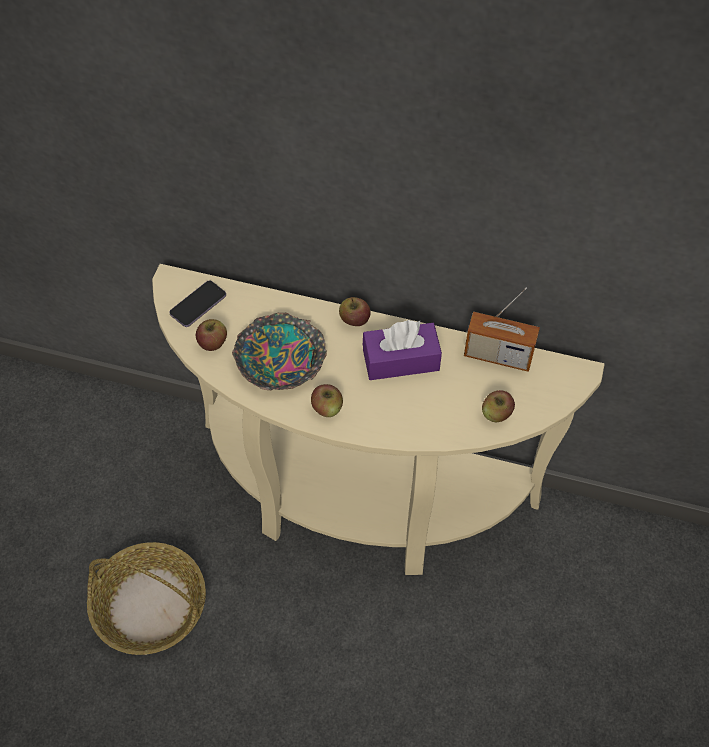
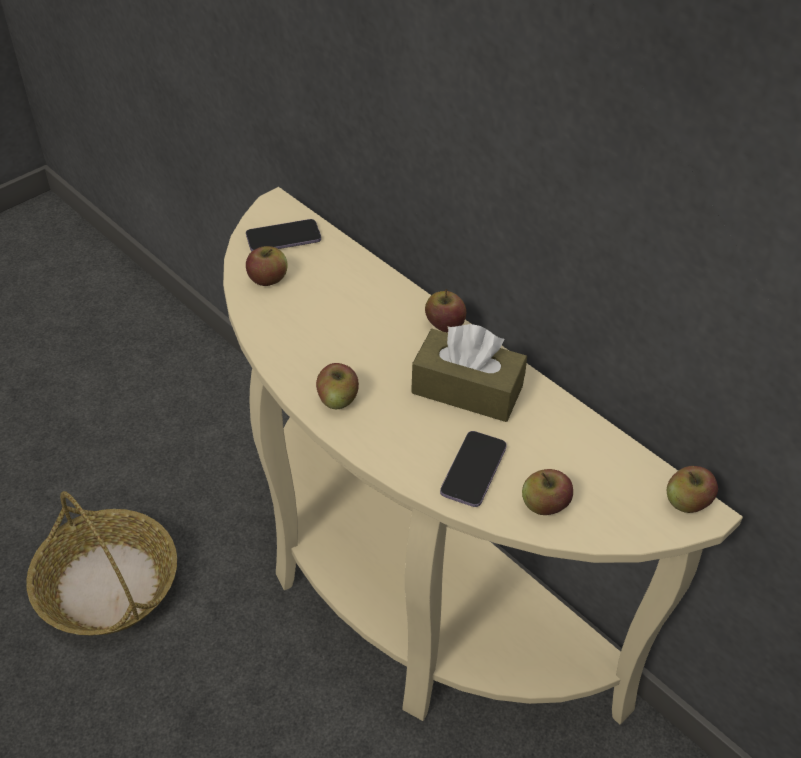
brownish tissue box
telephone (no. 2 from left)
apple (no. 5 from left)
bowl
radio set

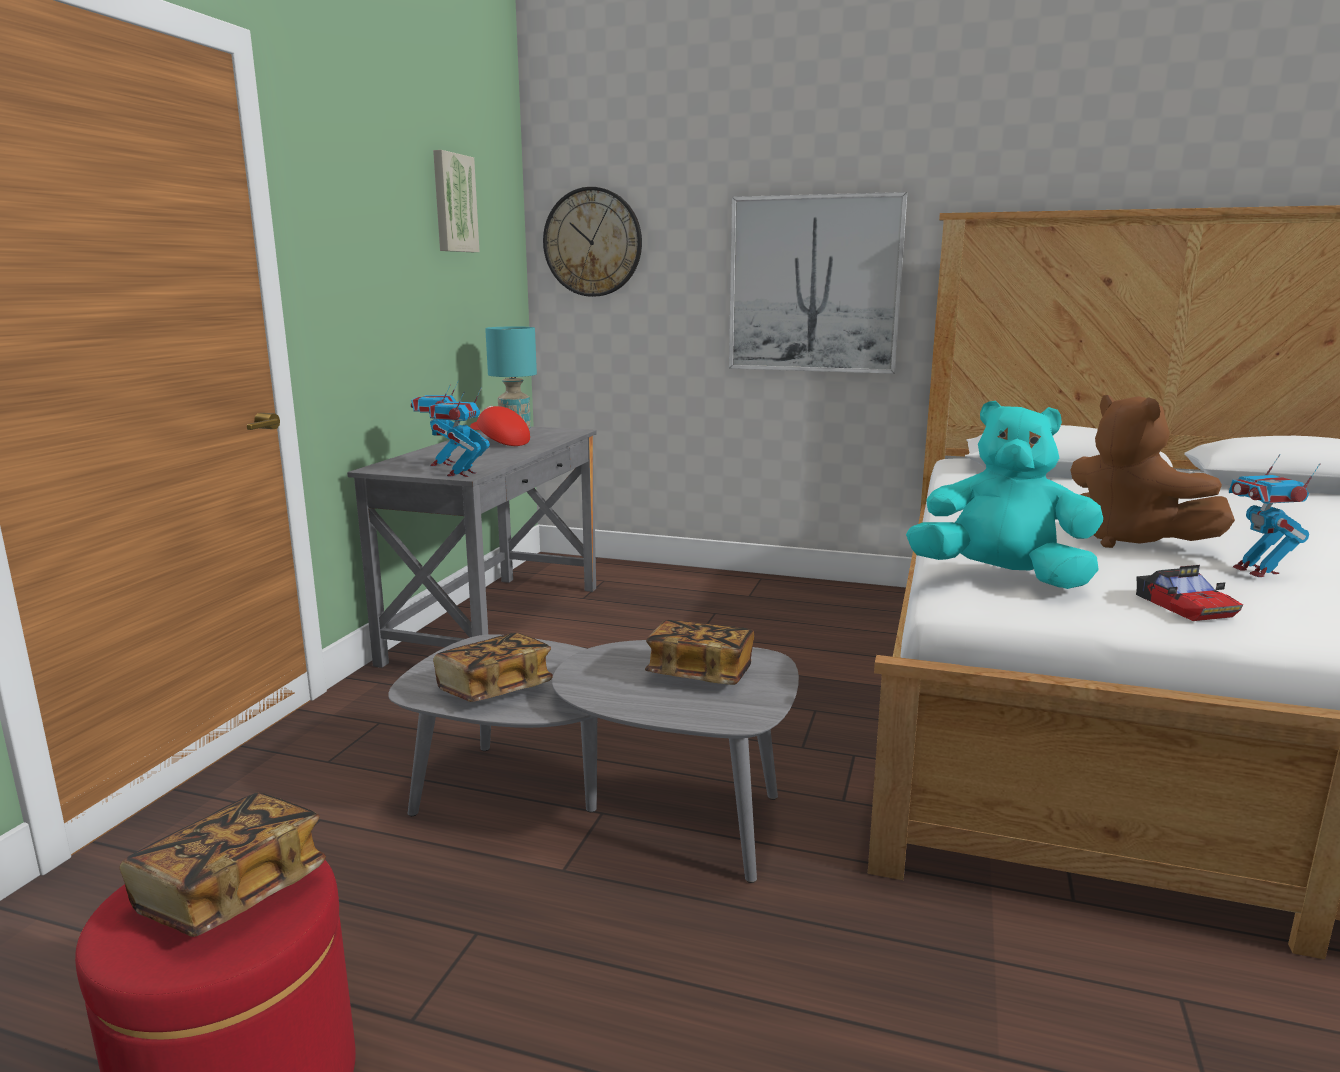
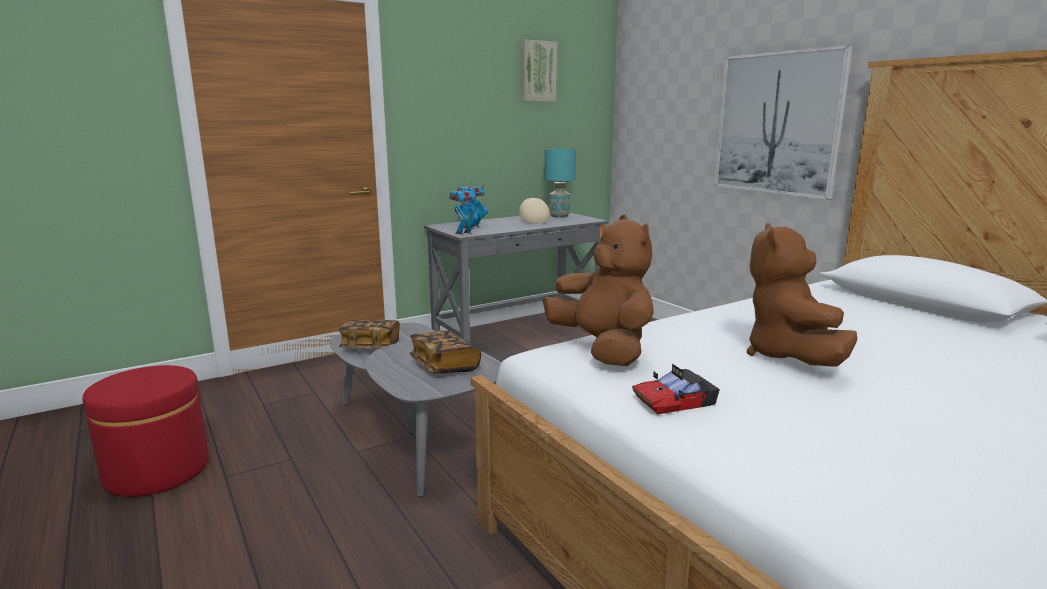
beige-coloured peaked cap
brownish cuddly toy (no. 1 from left)
toy car
book (no. 1 from left in the first image)
clock on the wall
toy robot (no. 3 from left in the first image)

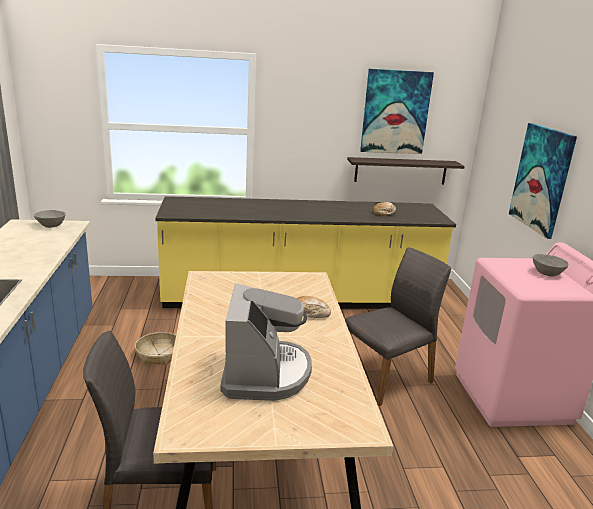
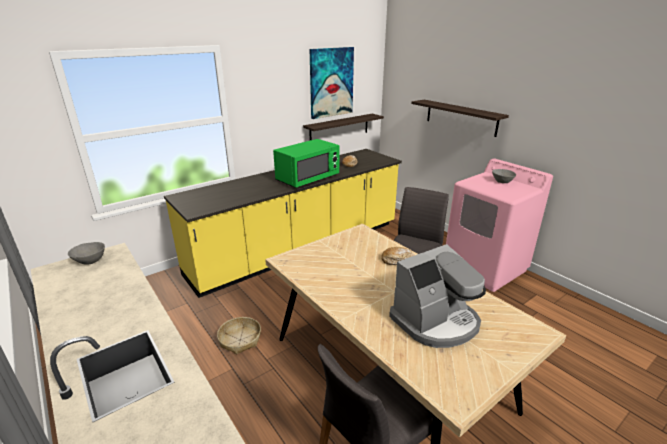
greenish kitchen microwave
coffee machine
wall shelf (no. 2 from left)

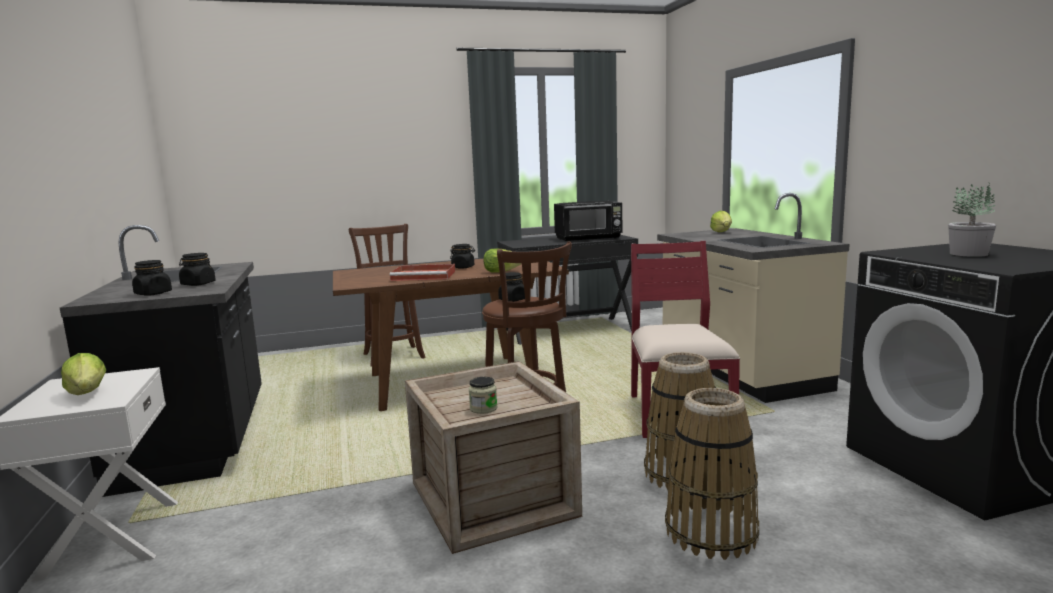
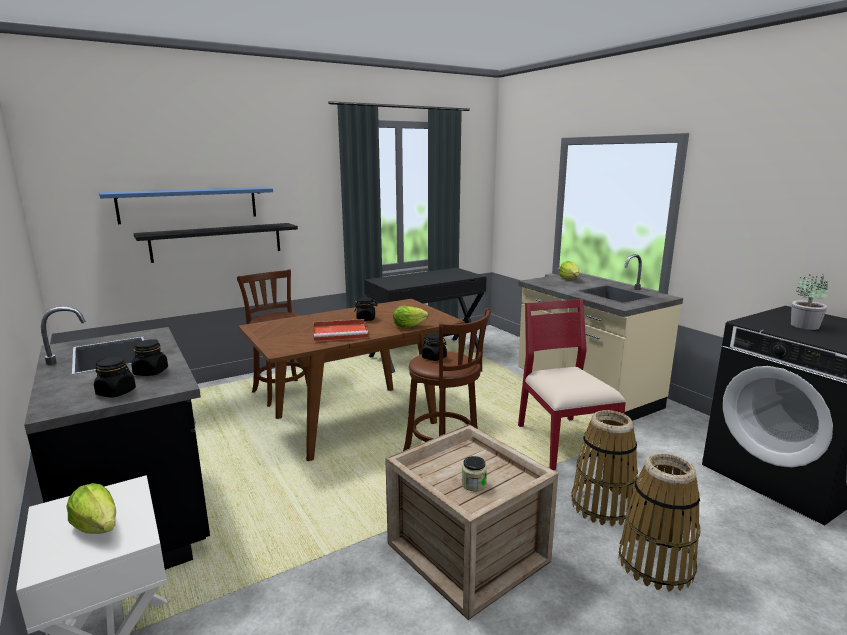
bluish wall shelf
black-coloured wall shelf
black-coloured kitchen microwave

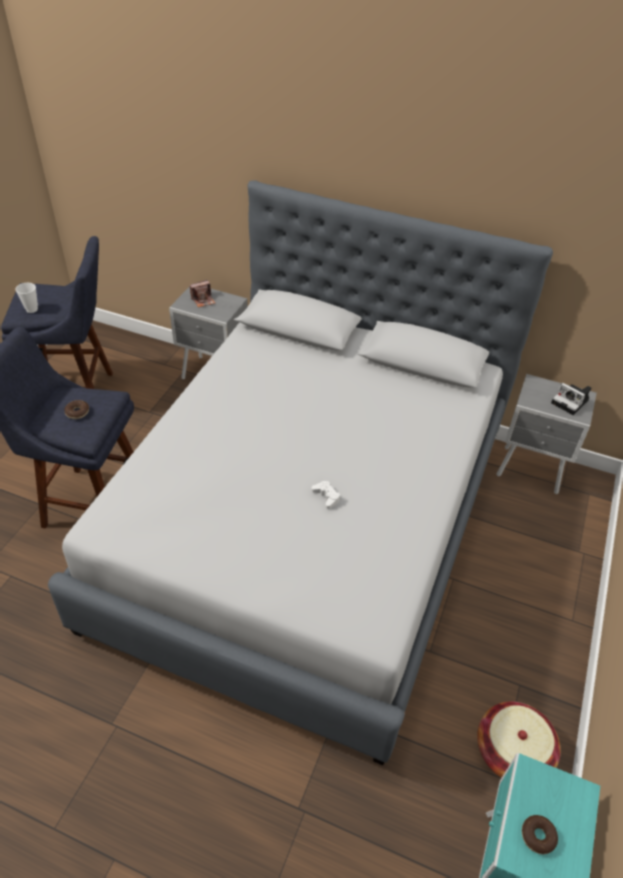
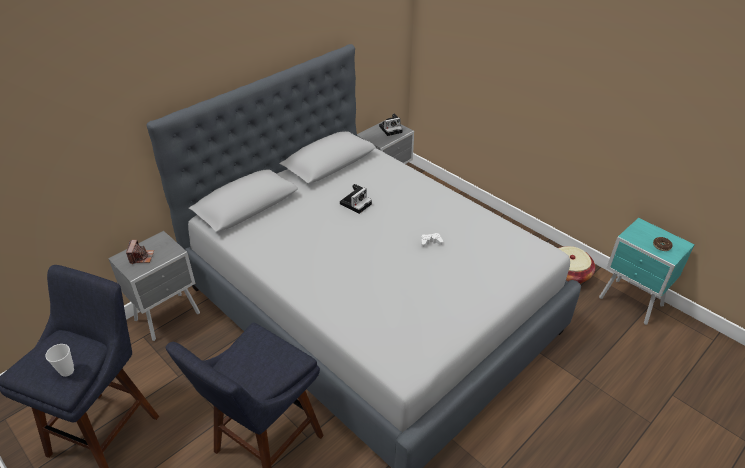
photo camera (no. 2 from left)
doughnut (no. 1 from left in the first image)

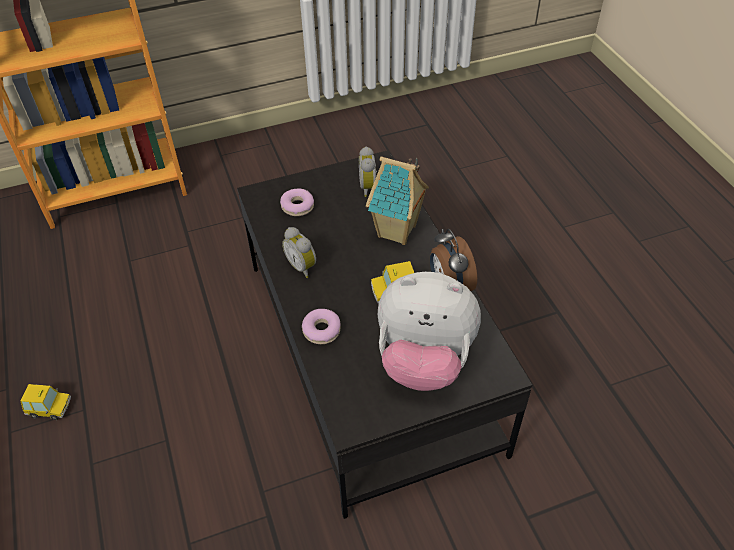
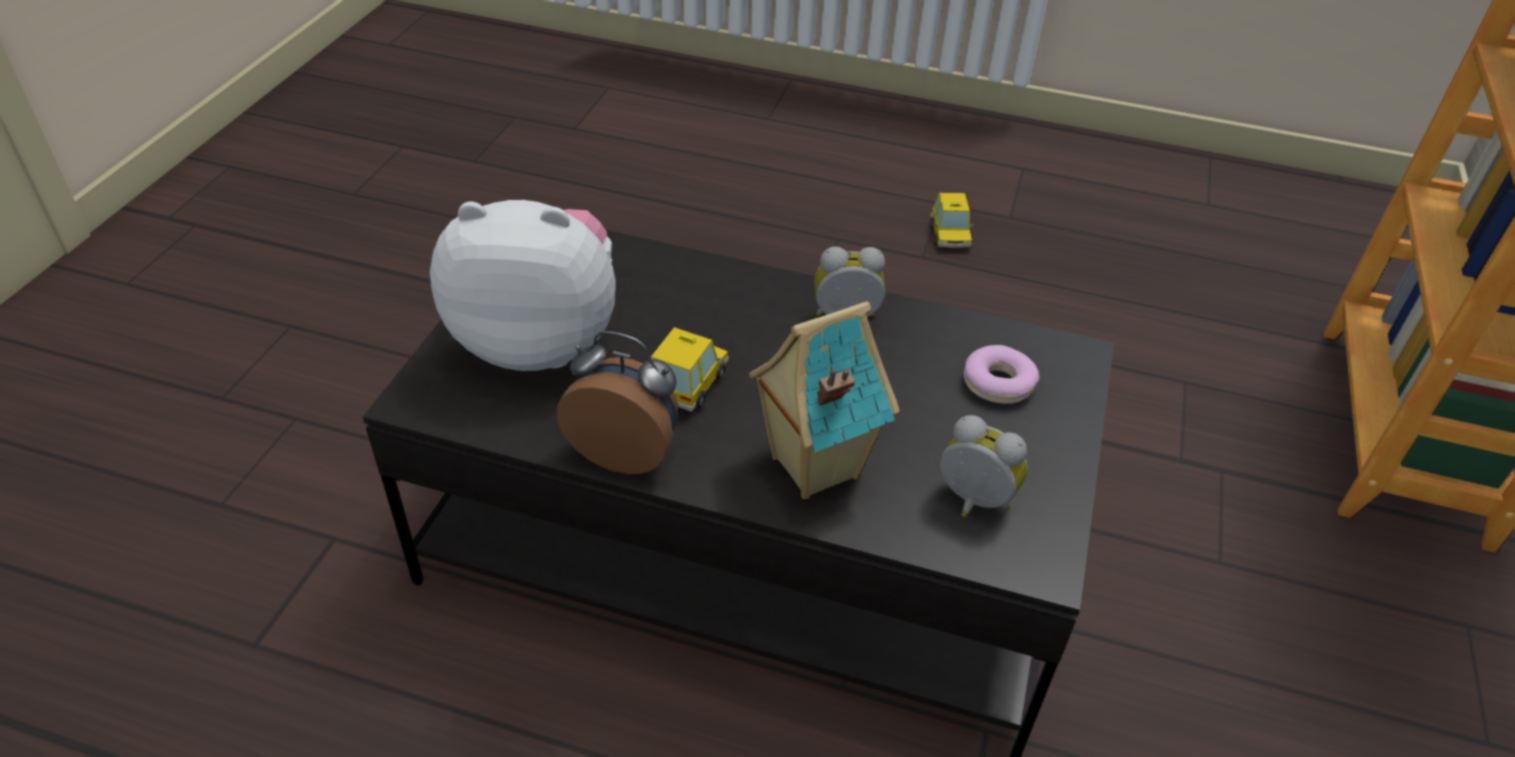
cuddly toy
toy car (no. 2 from left)
doughnut (no. 2 from left in the first image)

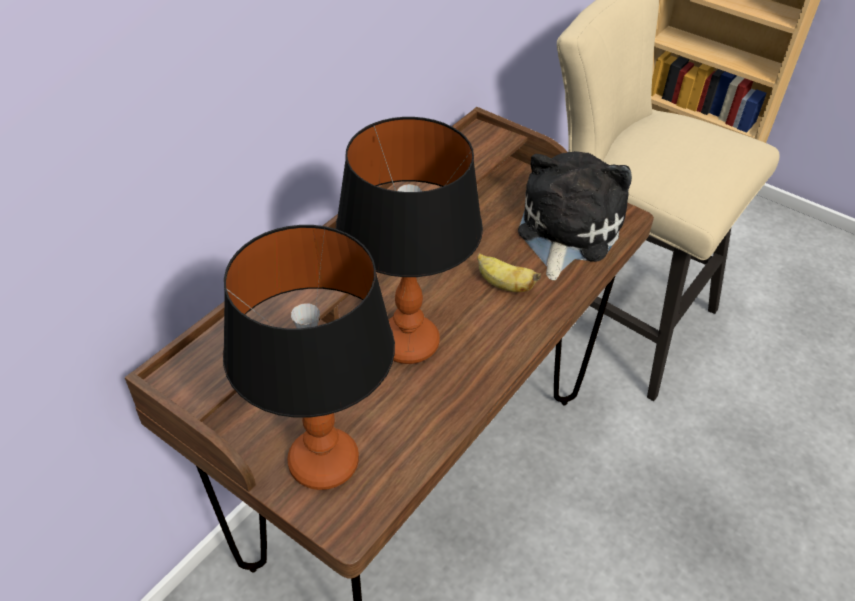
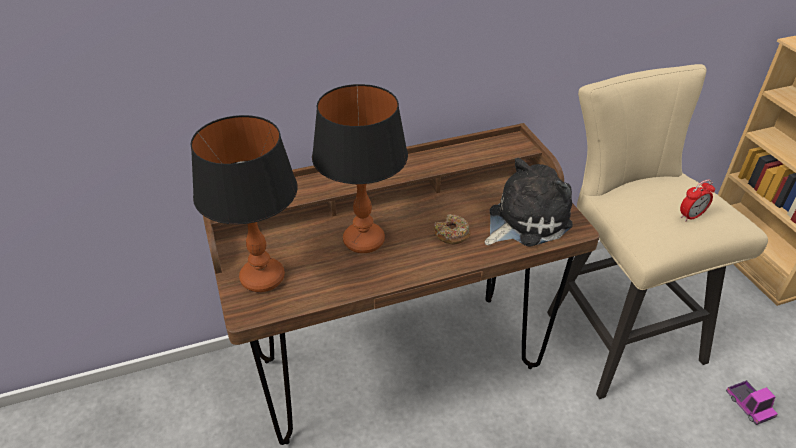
doughnut
table clock
toy lorry

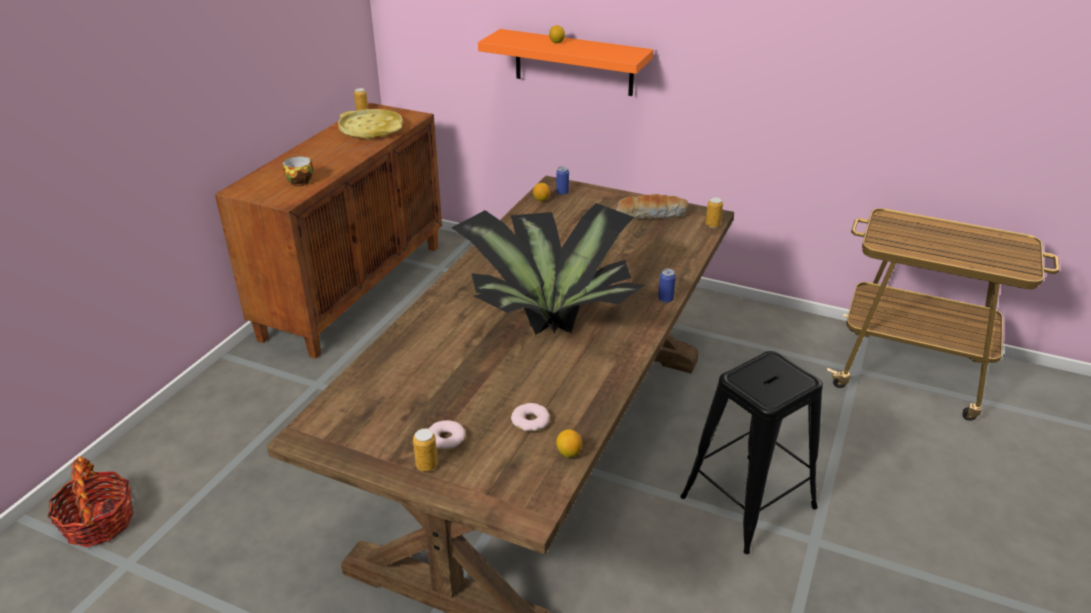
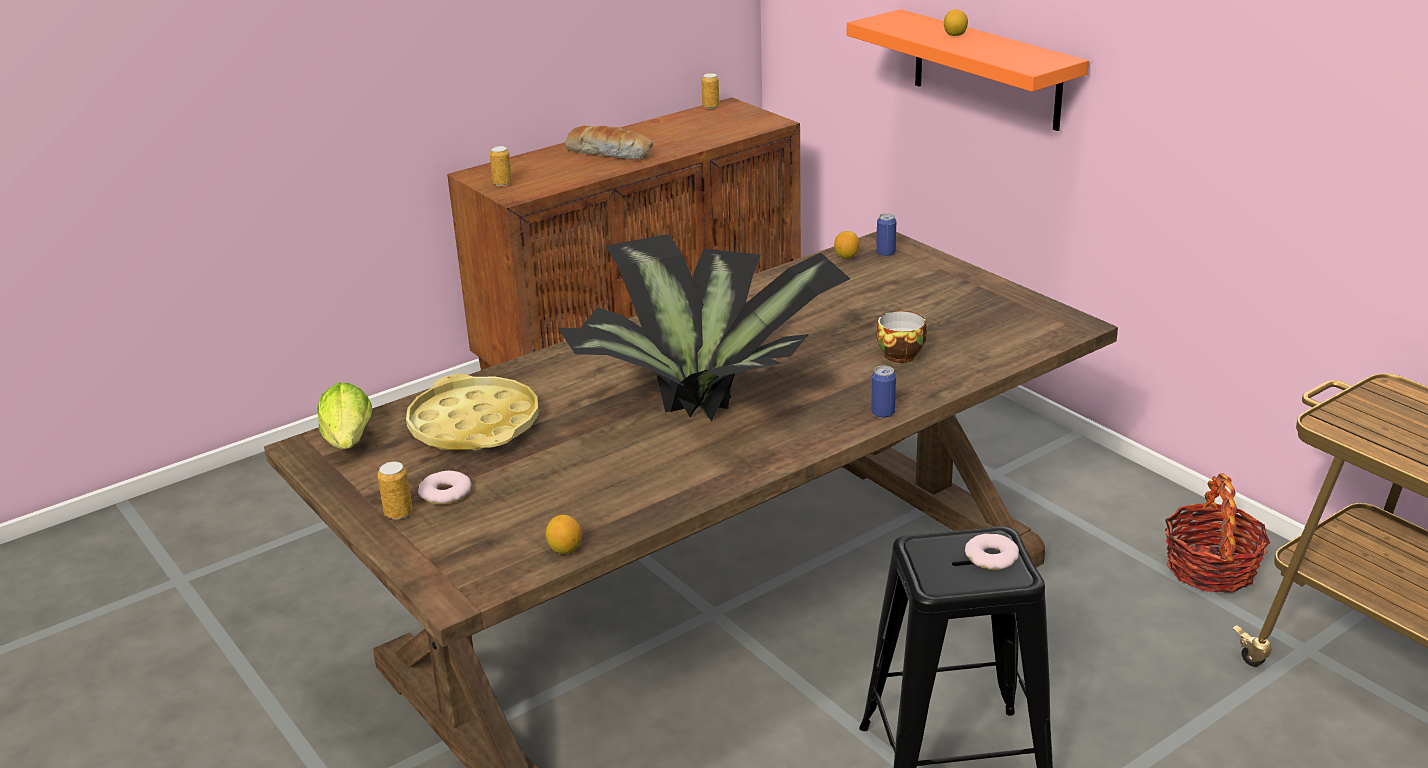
lettuce head
yellowish carrying tray
sealed can (no. 2 from left)
bakery bread
cup
doughnut (no. 2 from left)
household basket

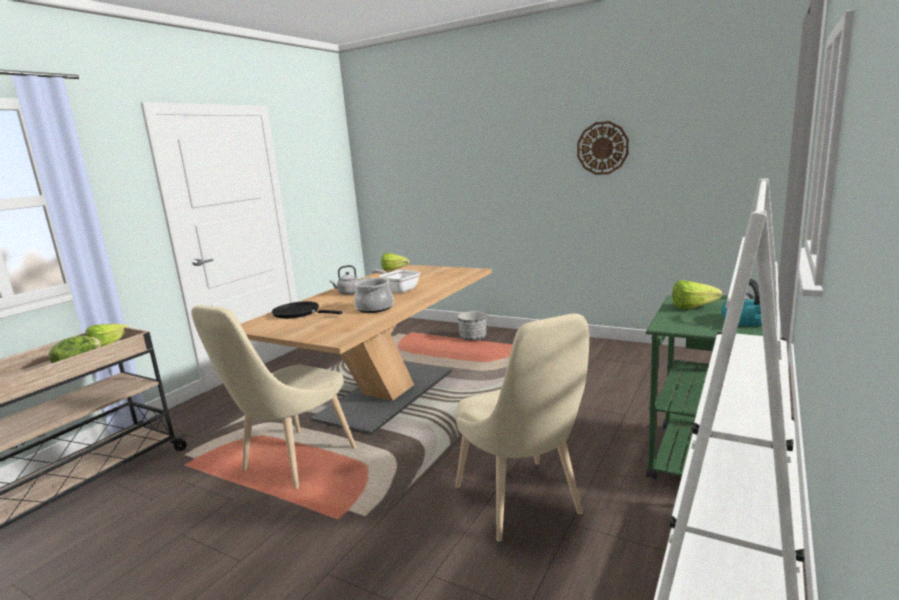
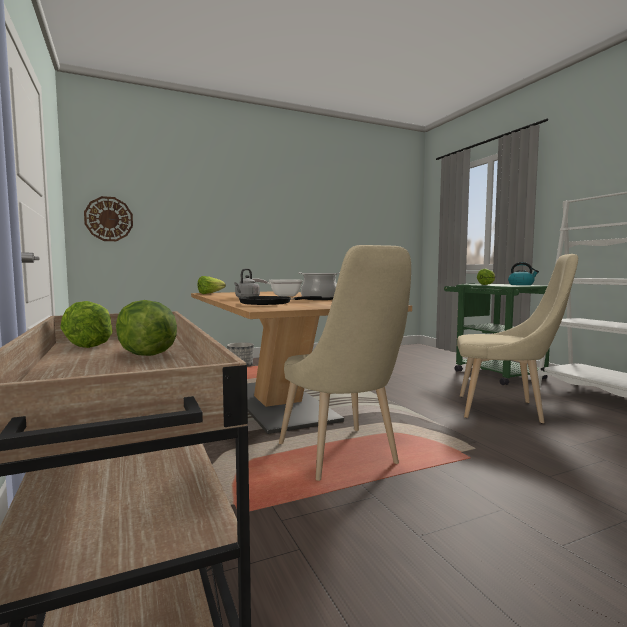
clock on the wall

